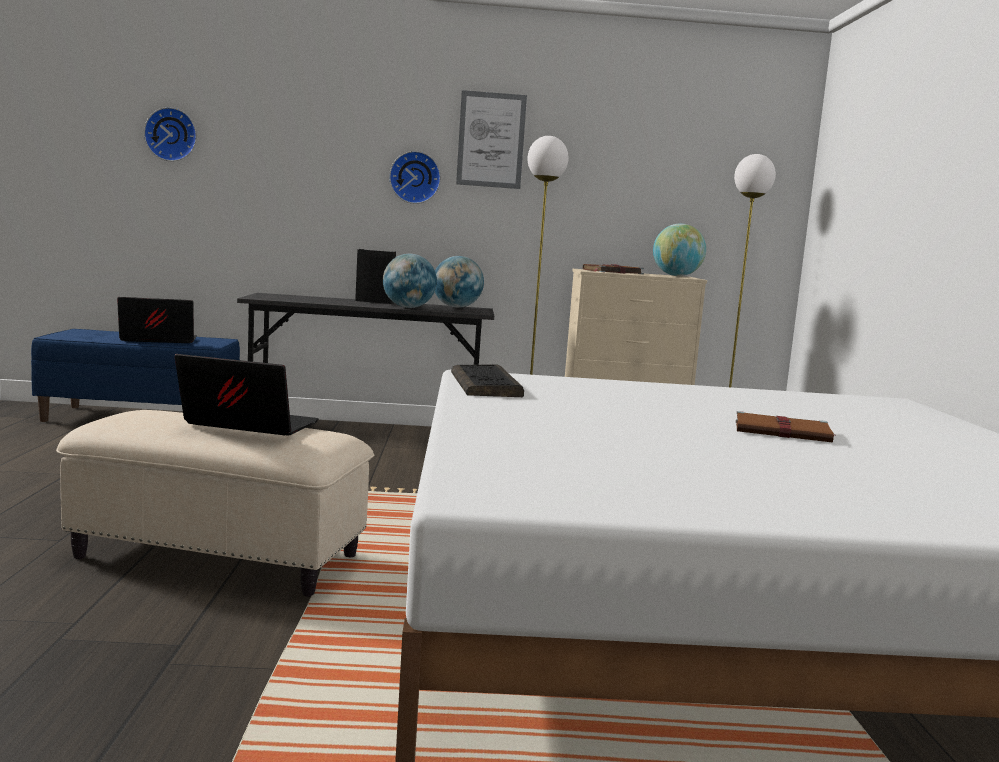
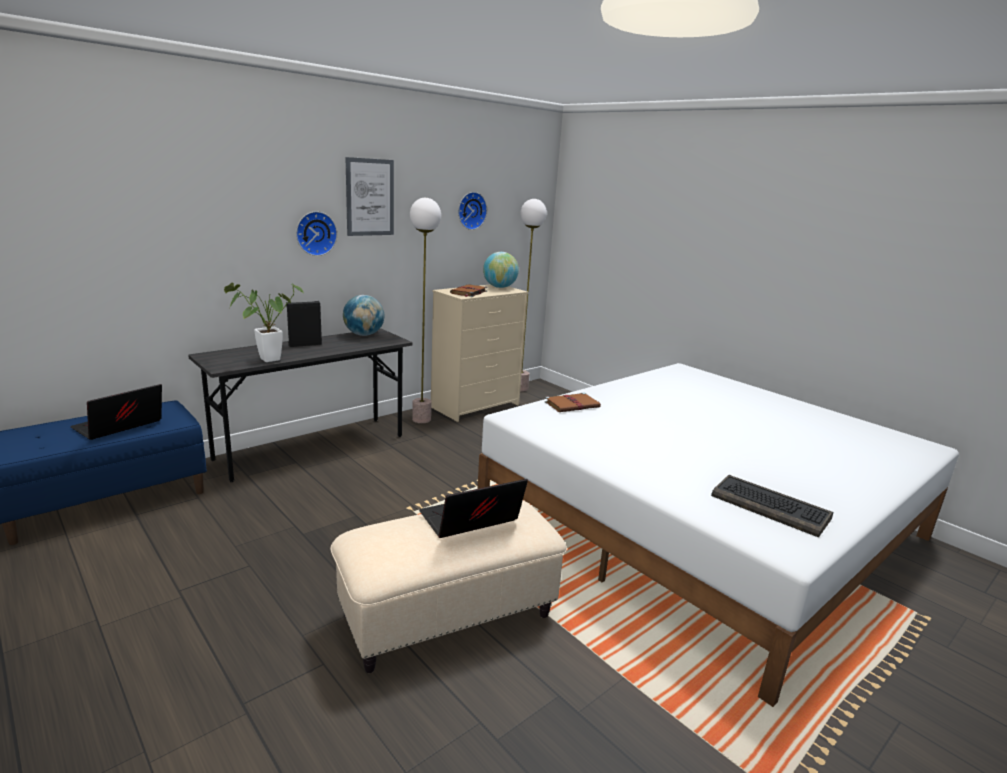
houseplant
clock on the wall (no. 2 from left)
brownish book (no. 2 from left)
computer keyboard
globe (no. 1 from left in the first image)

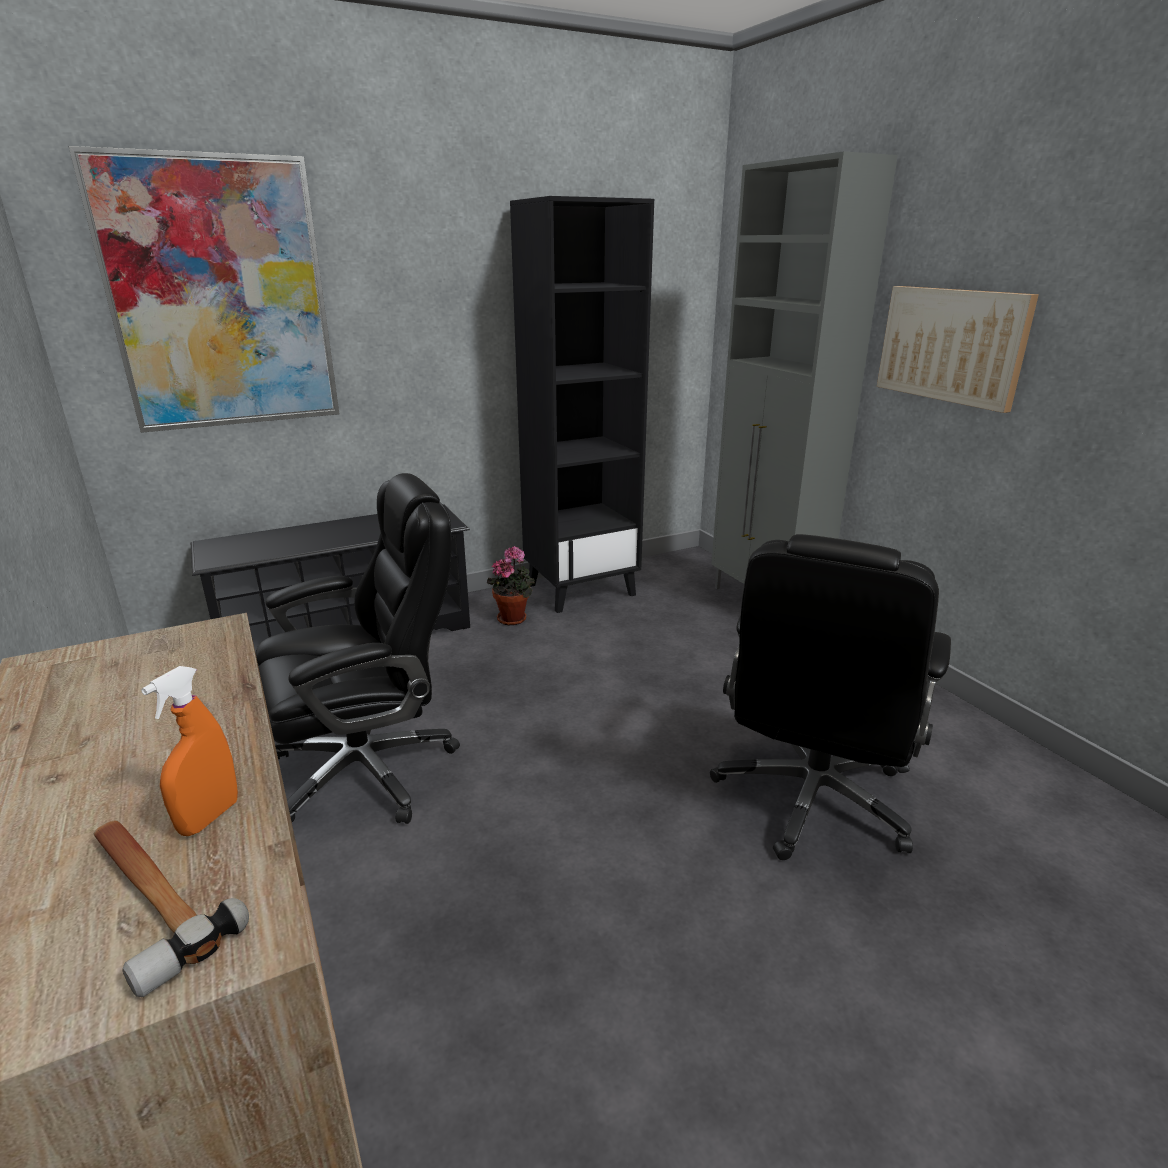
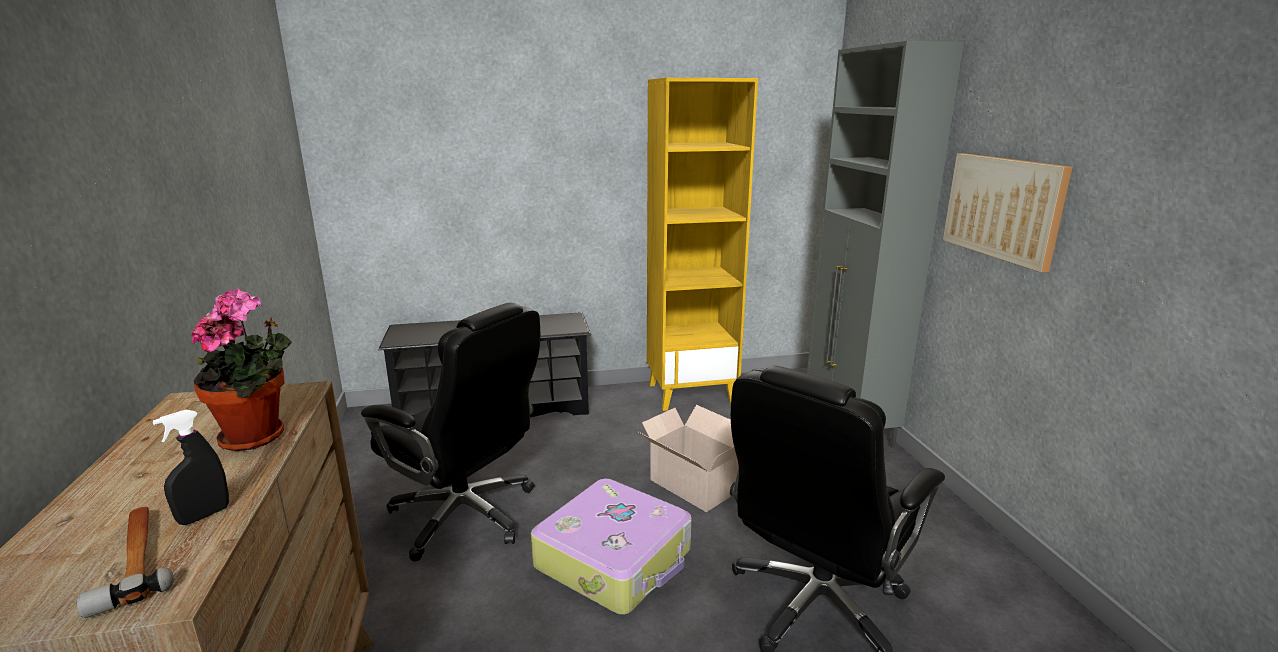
black-coloured sprayer
houseplant
black-coloured computer chair (no. 1 from left)
piece of luggage
cardboard box
yellowish bookcase
picture (no. 1 from left in the first image)

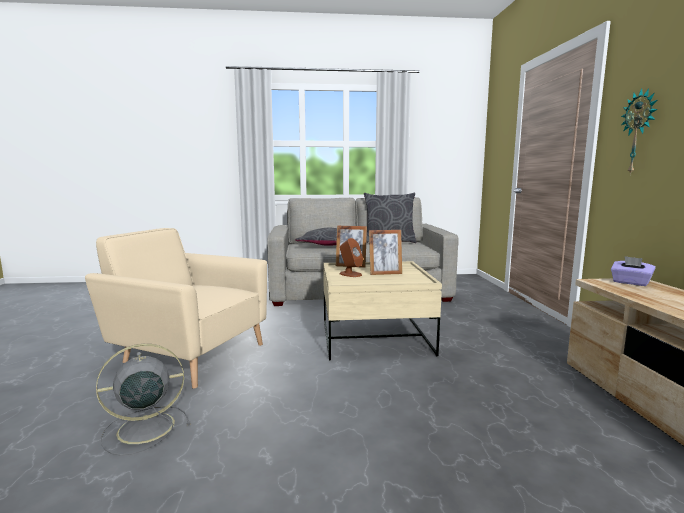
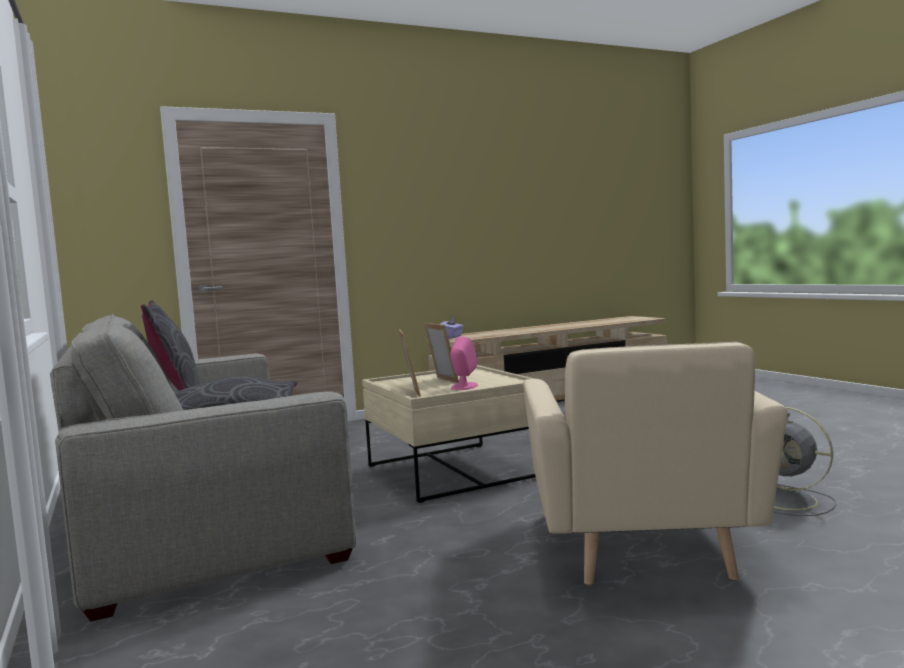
pink-coloured speaker
clock on the wall

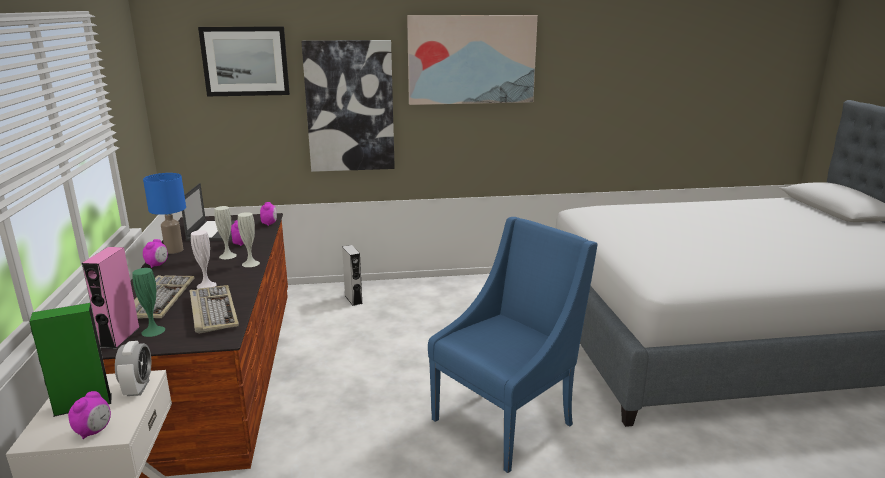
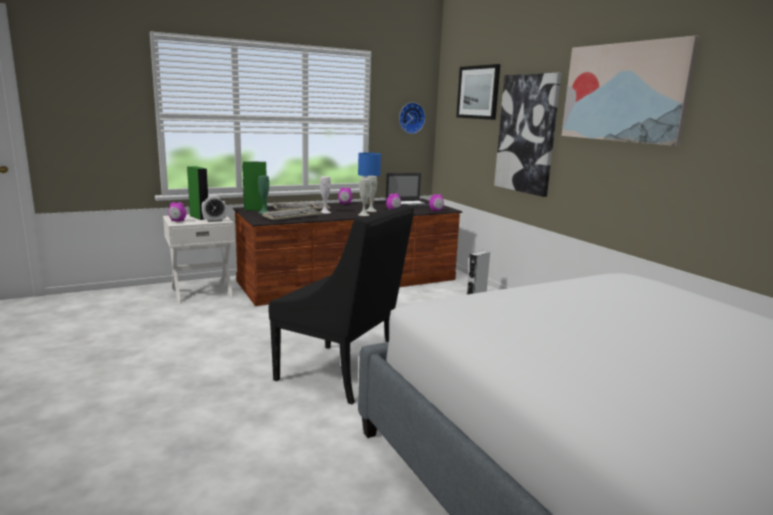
greenish speaker (no. 2 from left)
black-coloured easy chair
clock on the wall

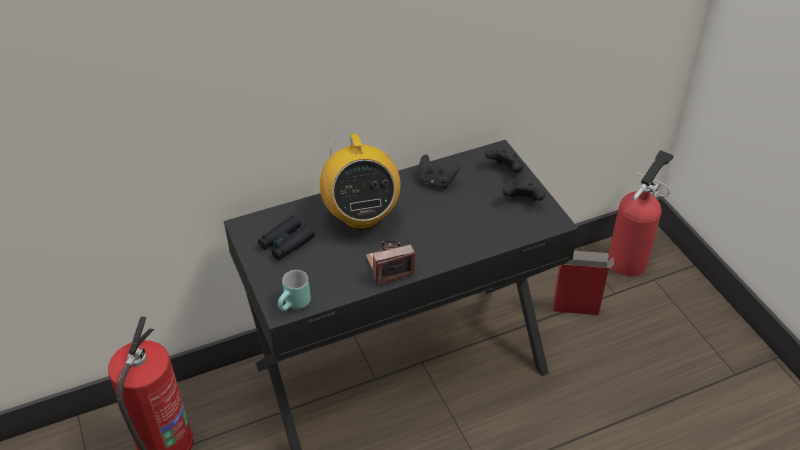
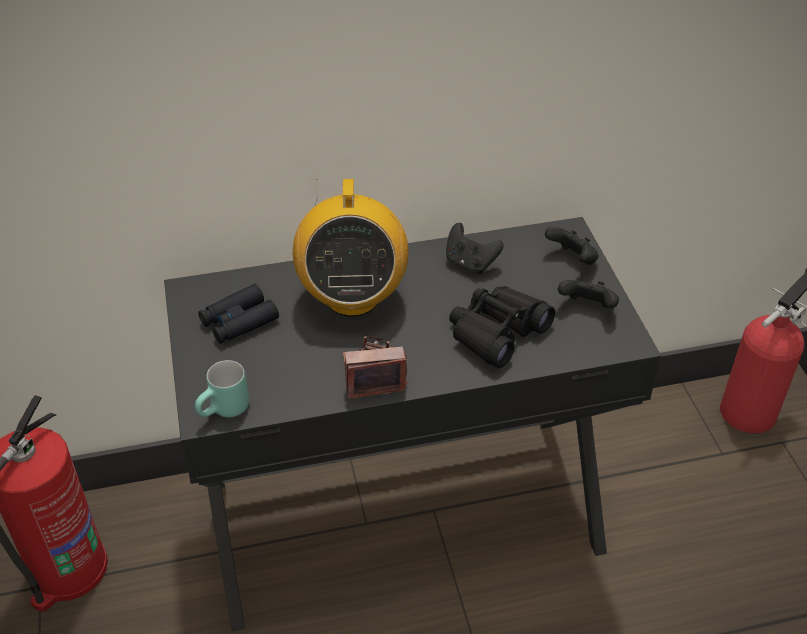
black-coloured field glasses (no. 2 from left)
cardboard box

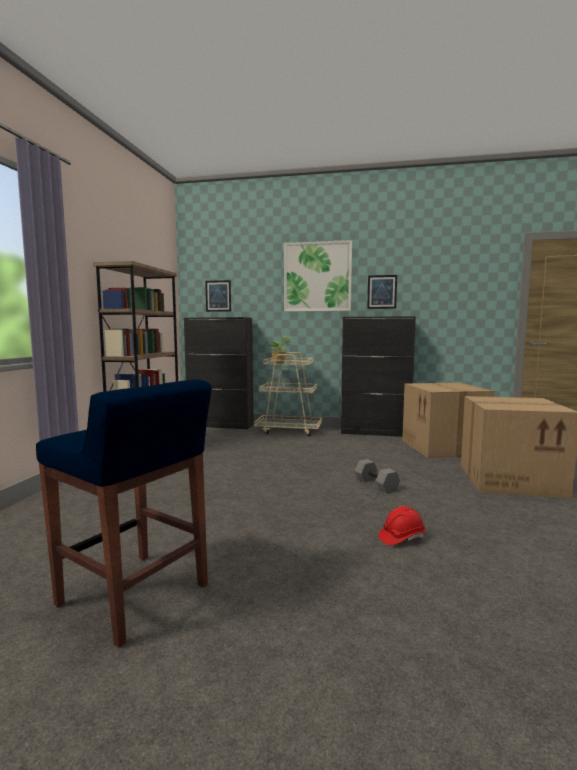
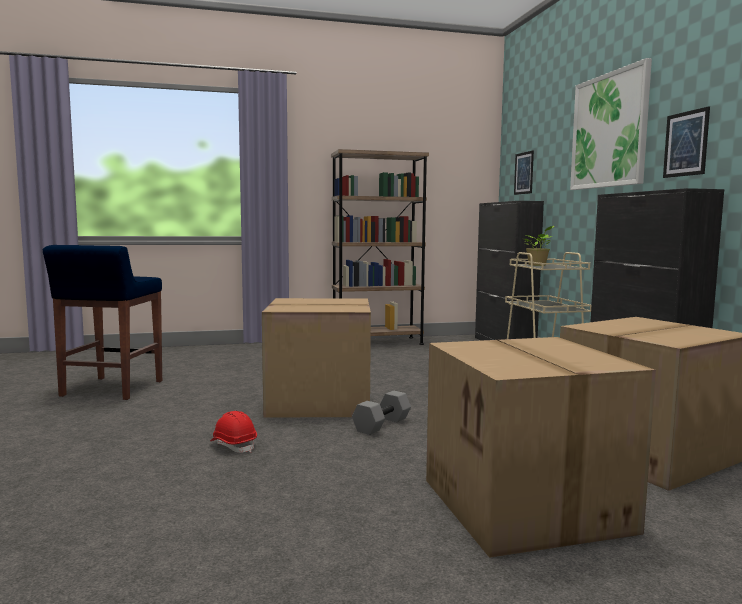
cardboard box (no. 1 from left)

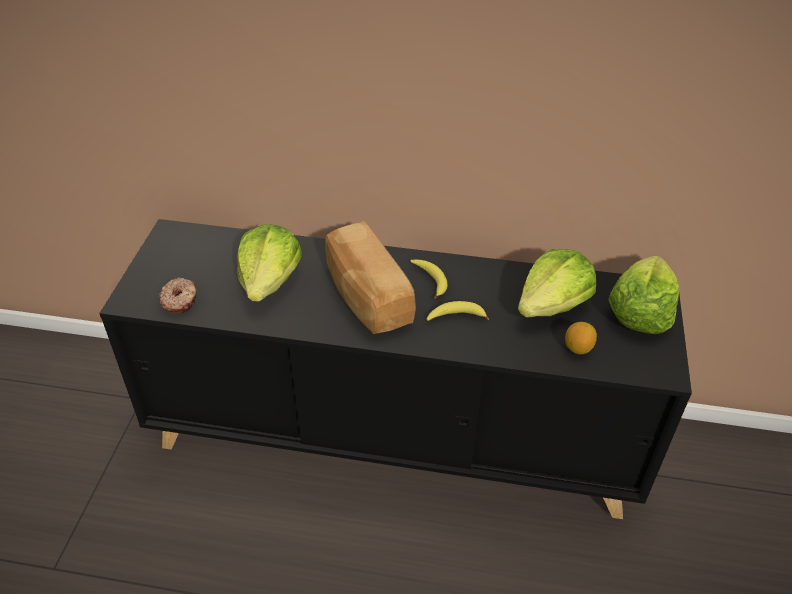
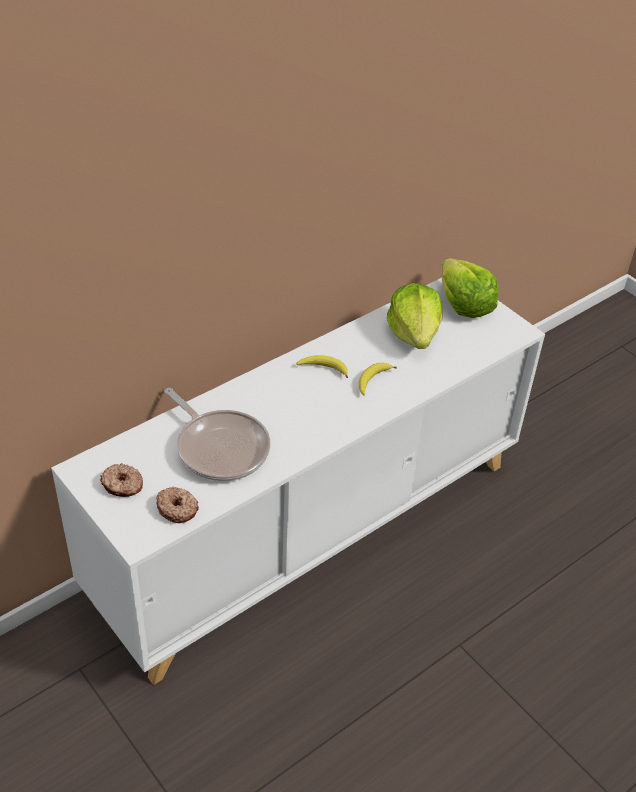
whitish cabinet
doughnut (no. 1 from left)
skillet
bakery bread
whole lemon

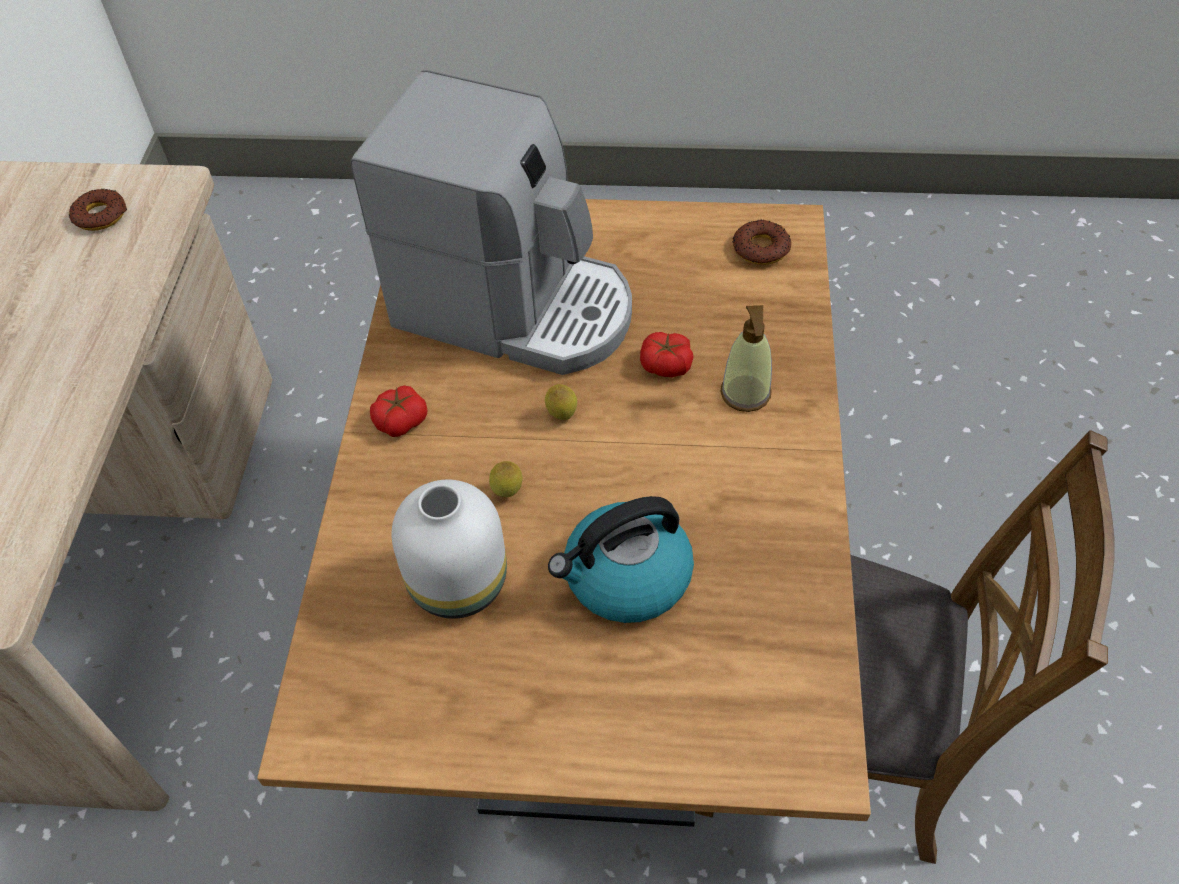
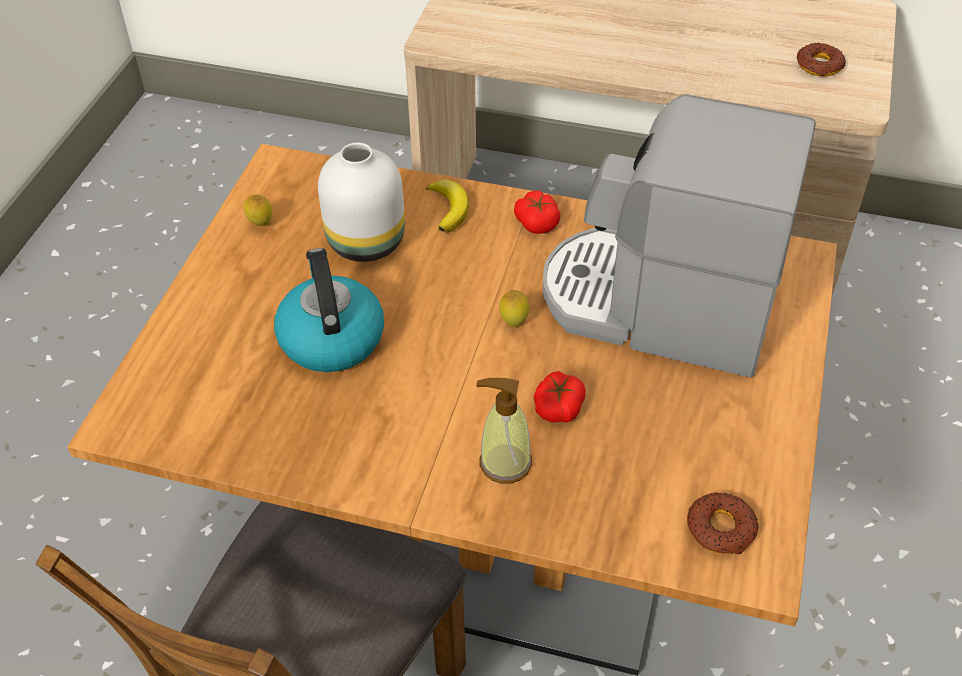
whole lemon (no. 1 from left)
banana
coffee machine

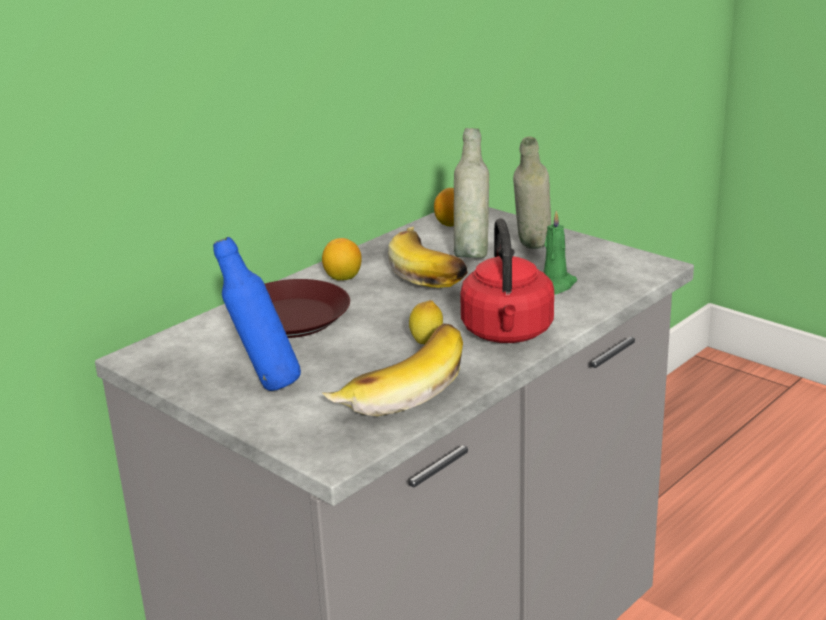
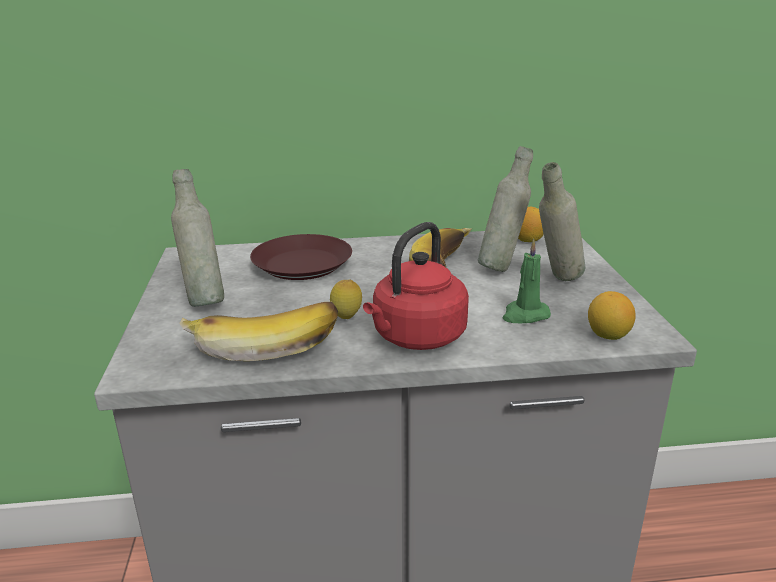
grey bottle (no. 1 from left)
whole lemon (no. 3 from left)

